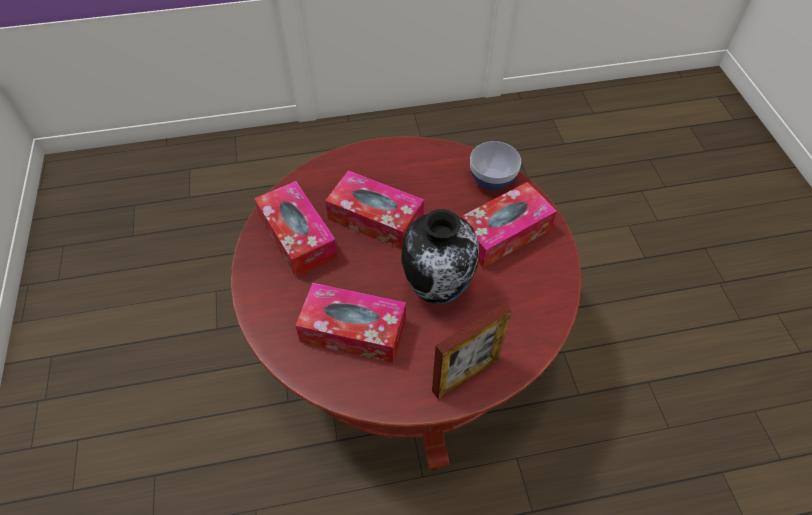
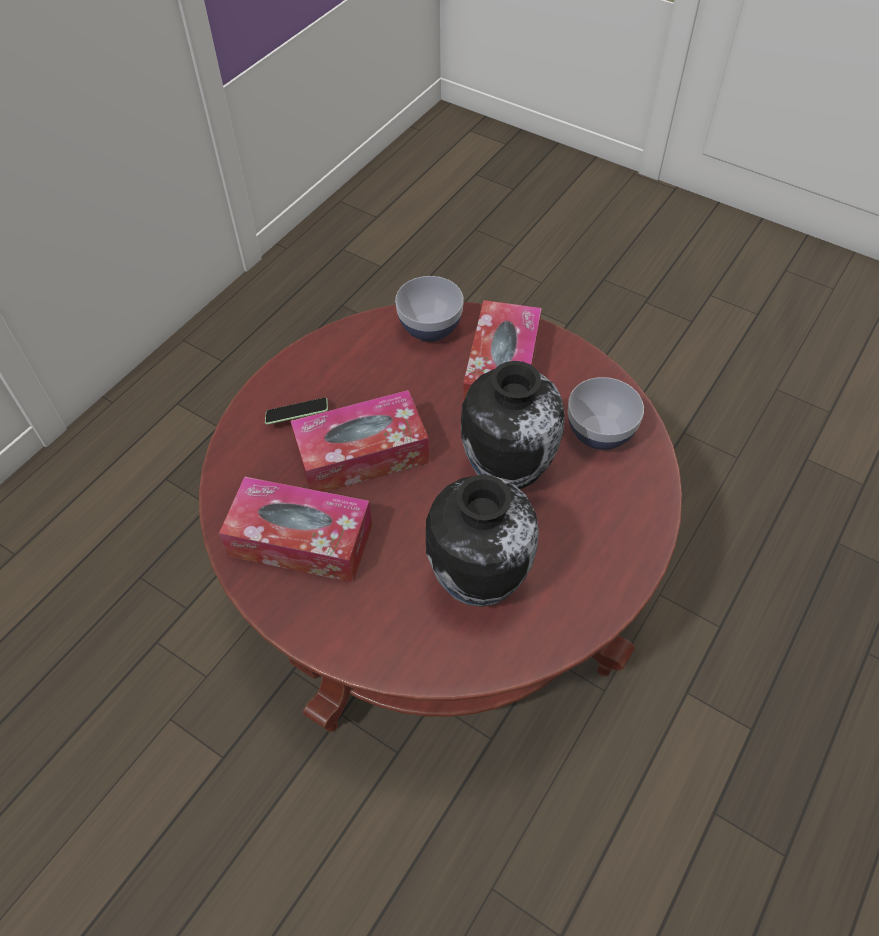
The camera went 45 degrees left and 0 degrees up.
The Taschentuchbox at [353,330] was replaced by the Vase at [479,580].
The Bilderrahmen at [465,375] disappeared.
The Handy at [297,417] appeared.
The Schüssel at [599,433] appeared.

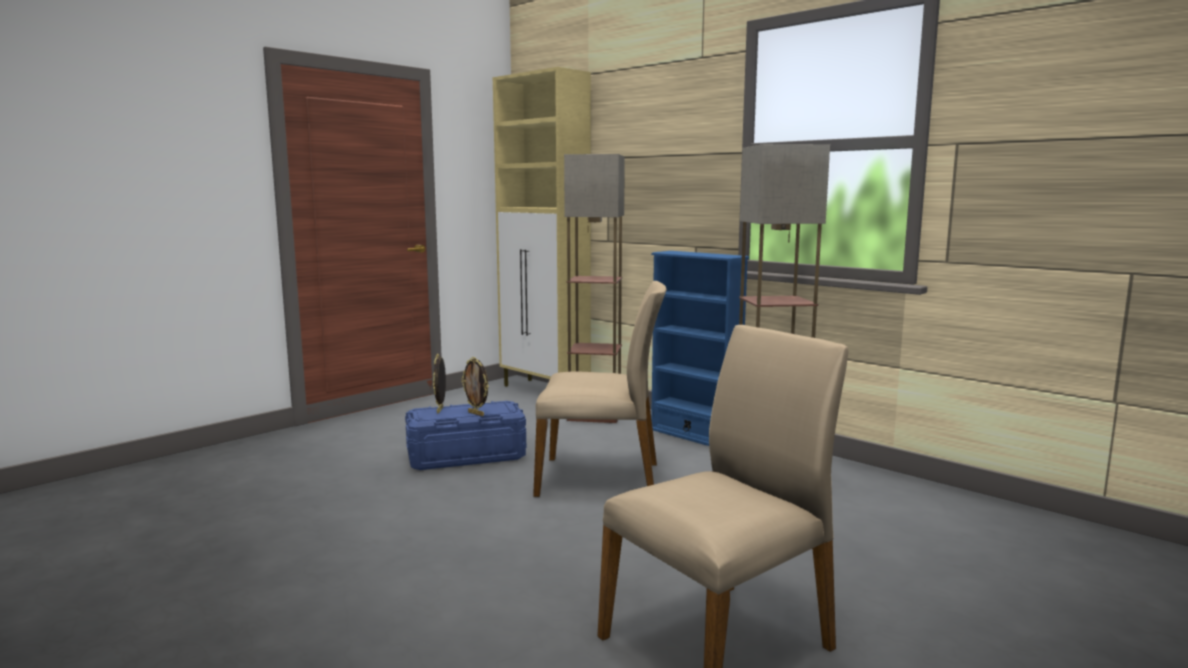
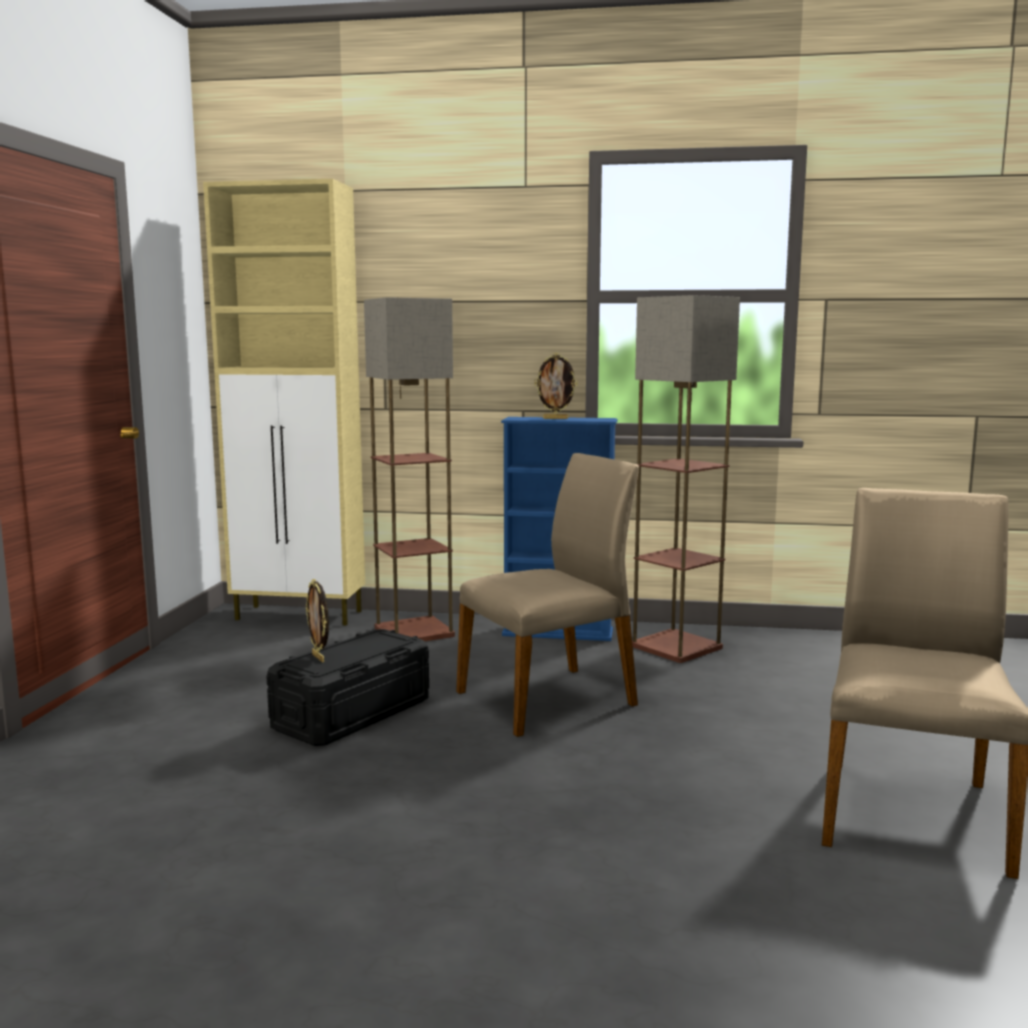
The camera went 35 degrees left and 0 degrees up.
The Aufbewahrungsbox (blau) at [466,456] became the Aufbewahrungsbox (schwarz) at [353,714].
The Bilderrahmen moved from [476,414] to [555,418].

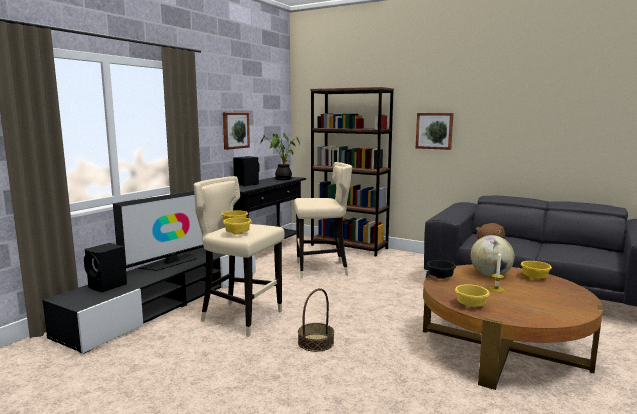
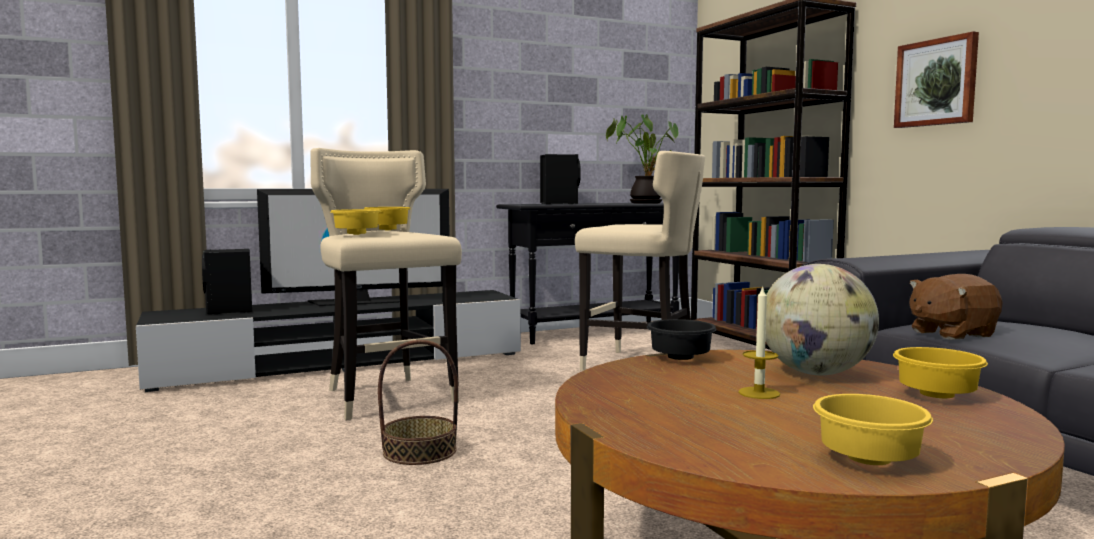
The camera went 35 degrees right and 5 degrees down.
The Bild at [235,130] disappeared.
The Schüssel (gelb) moved from [472,305] to [870,461].

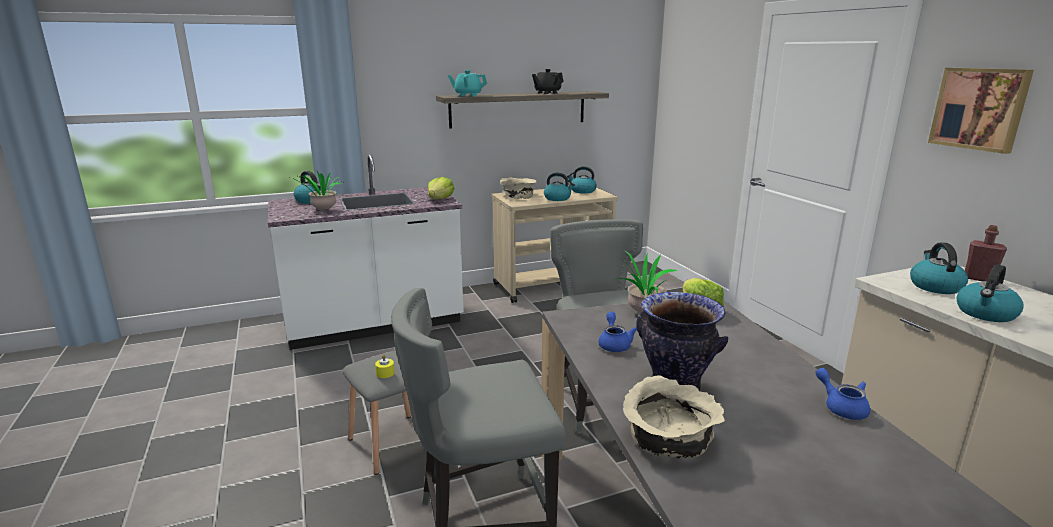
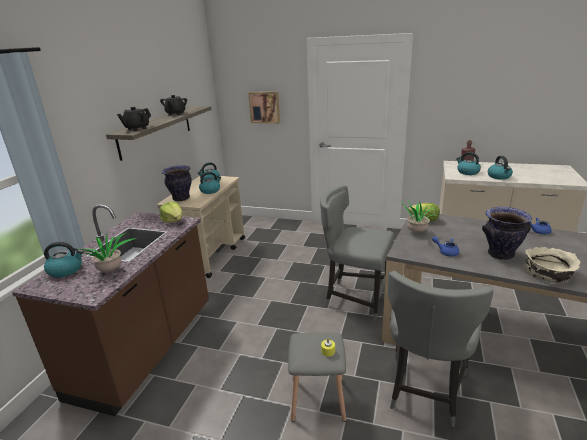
The camera went 50 degrees left and 5 degrees up.
The Küchenzeile (weiß) at [375,325] became the Küchenzeile (braun) at [146,350].
The Teekanne (türkis) at [468,95] became the Teekanne (schwarz) at [137,128].
The Schüssel (beige) at [518,196] was replaced by the Vase at [181,198].
The Bild moved from [980,108] to [265,107].

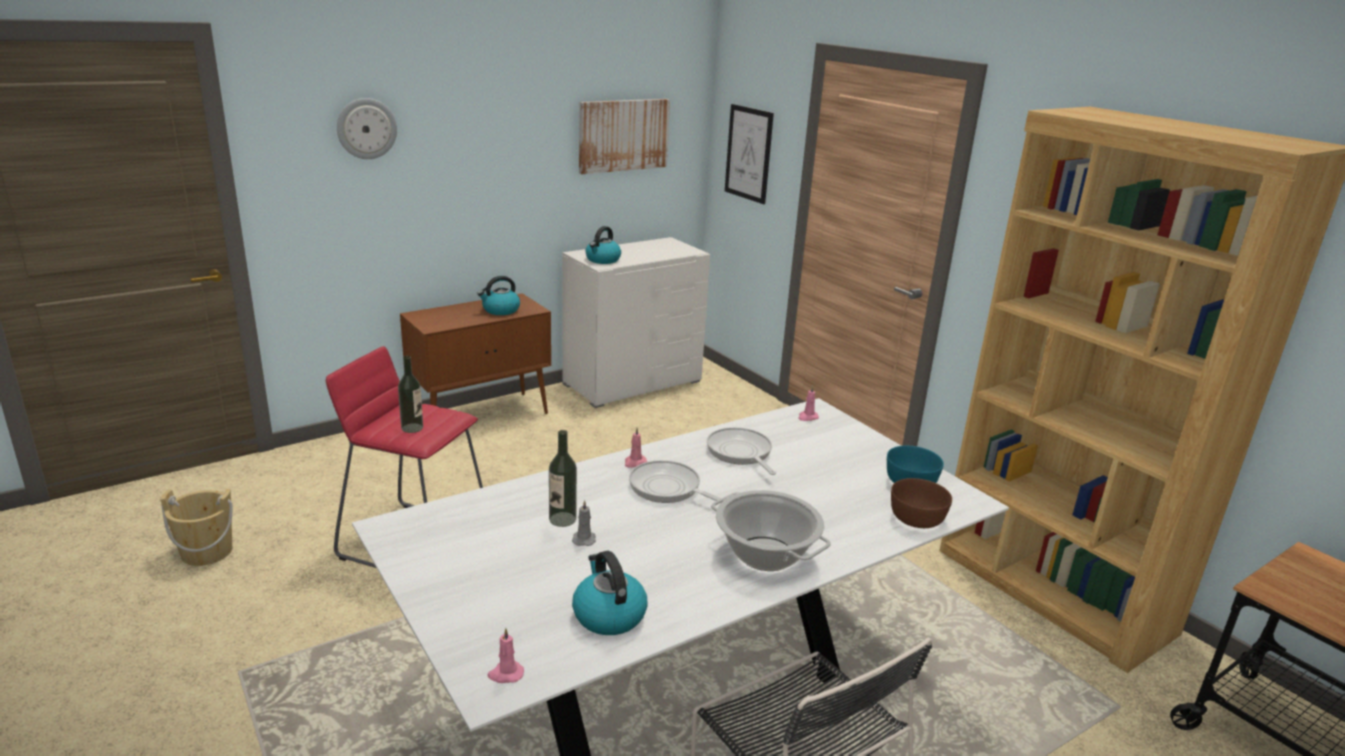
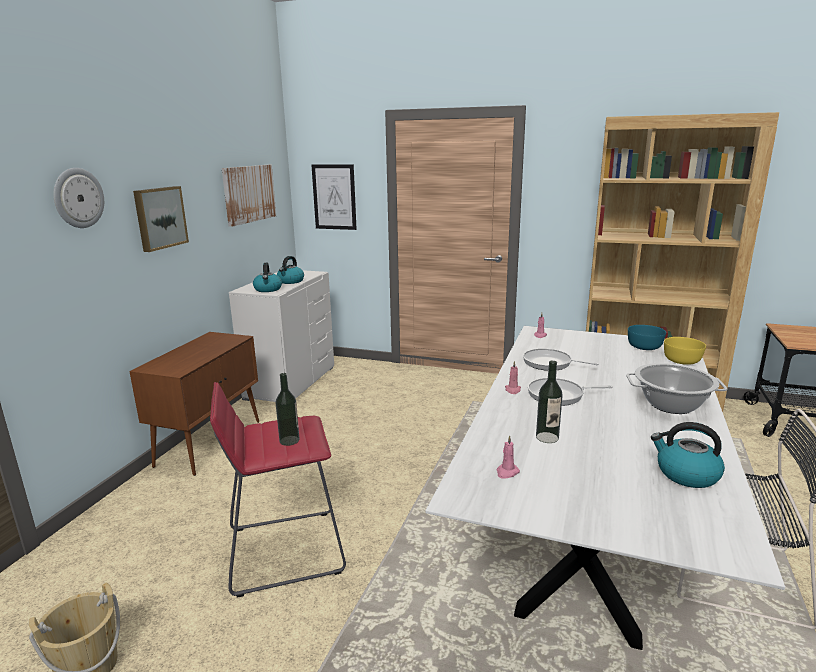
The camera went 35 degrees left and 5 degrees down.
The Wasserkessel moved from [500,310] to [290,281].
The Kerze (rosa) moved from [505,674] to [507,472].
The Kerze (grau) at [584,539] disappeared.
The Schüssel (braun) at [917,519] became the Schüssel (gelb) at [682,360].
The Bild at [159,218] appeared.

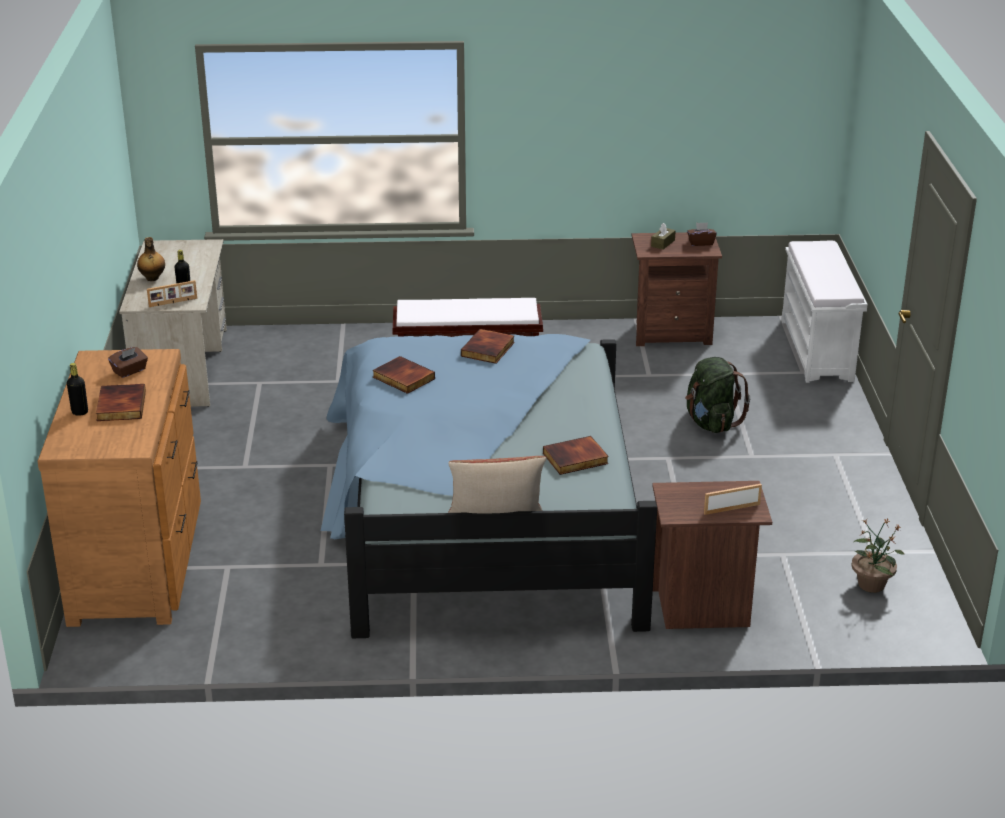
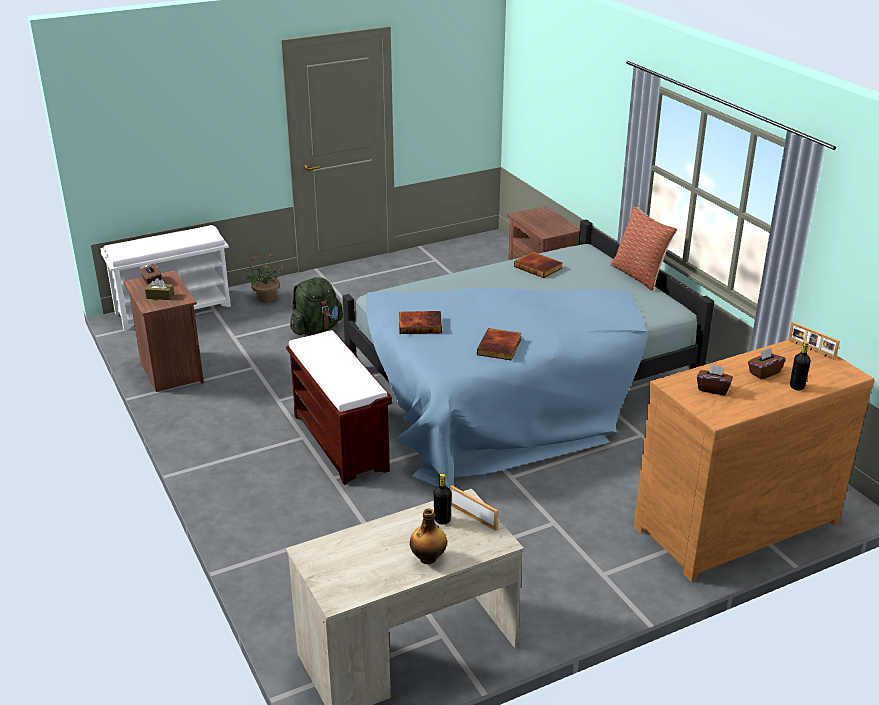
The camera went 115 degrees left and 0 degrees up.
The Buch at [120,406] was replaced by the Taschentuchbox (braun) at [764,372].
The Bilderrahmen moved from [731,508] to [811,350].
The Topfpflanze moved from [871,584] to [266,298].

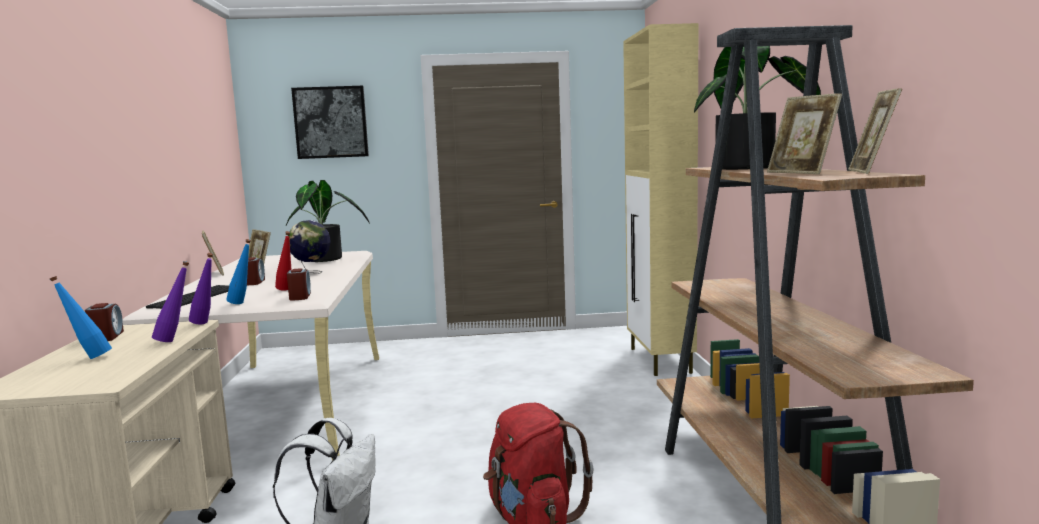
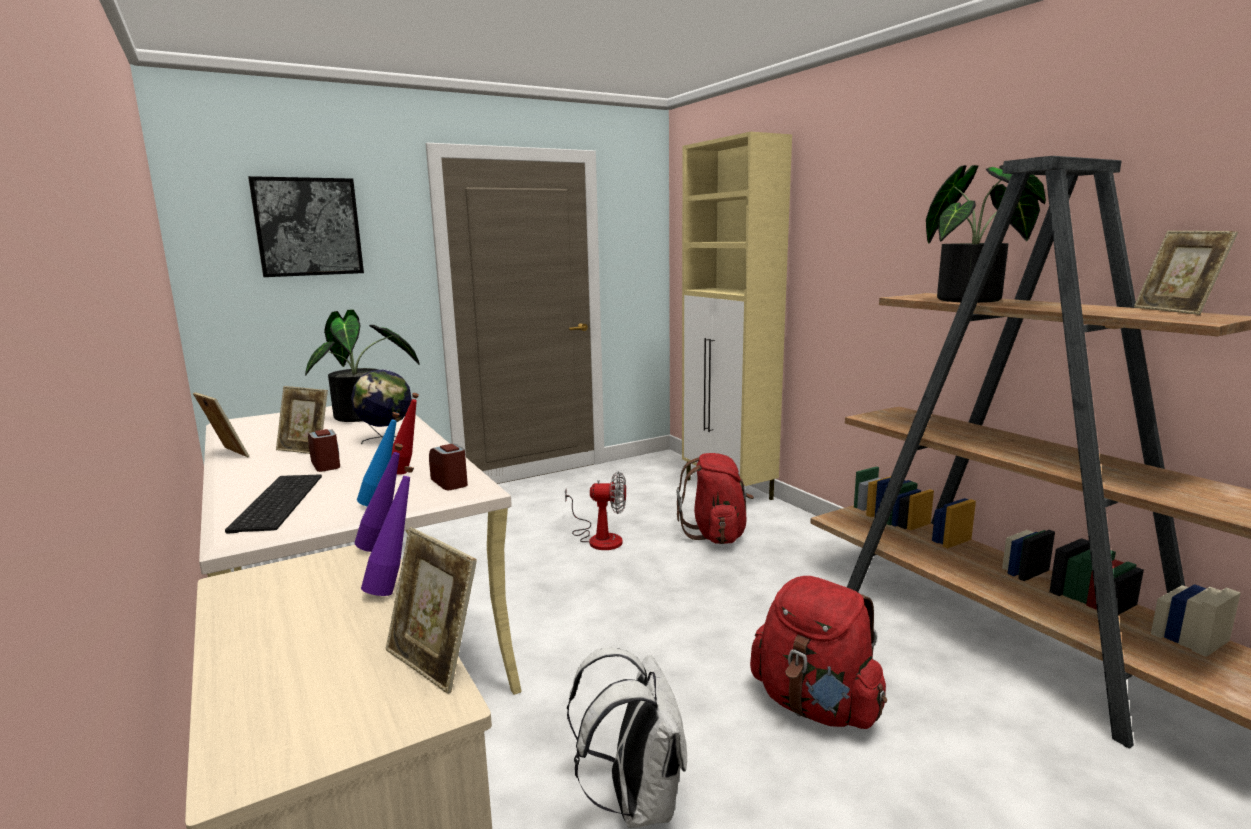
The camera went 25 degrees left and 5 degrees up.
The Flasche (blau) at [87,358] disappeared.
The Wecker at [106,337] disappeared.
The Bilderrahmen moved from [801,173] to [434,662].
The Ventilator at [599,538] appeared.
The Rucksack (rot) at [716,534] appeared.

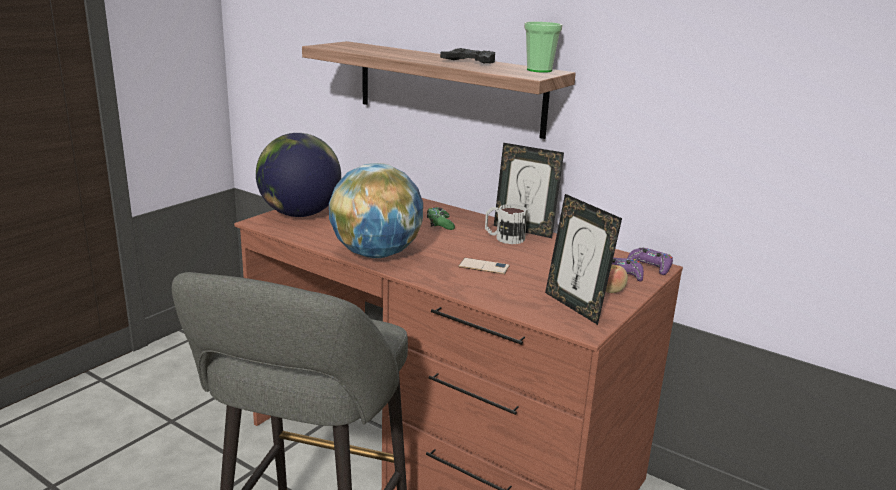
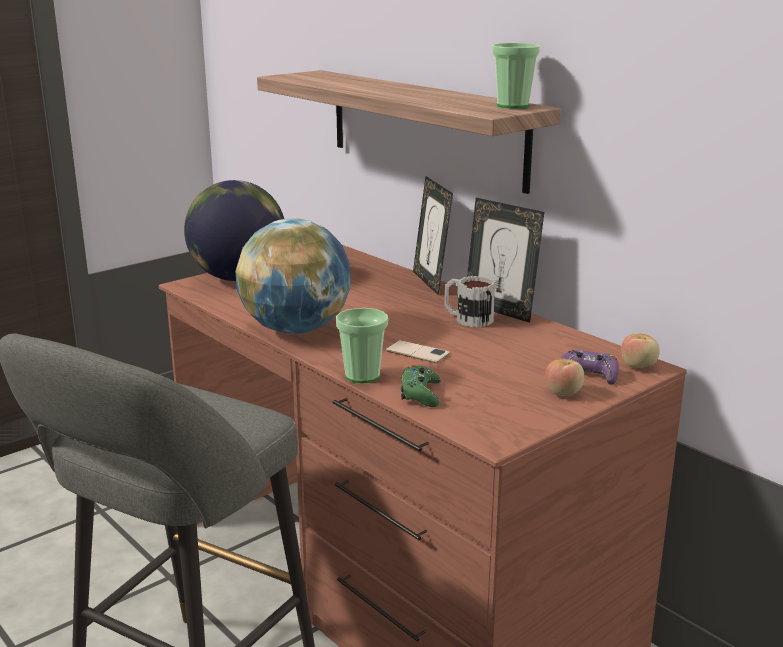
The camera went 15 degrees right and 0 degrees up.
The Gamepad (grün) moved from [440,223] to [420,394].
The Gamepad (schwarz) at [469,62] disappeared.
The Bilderrahmen moved from [575,306] to [431,282].
The Gamepad (lila) at [649,266] was replaced by the Apfel at [639,366].
The Tasse at [362,375] appeared.

